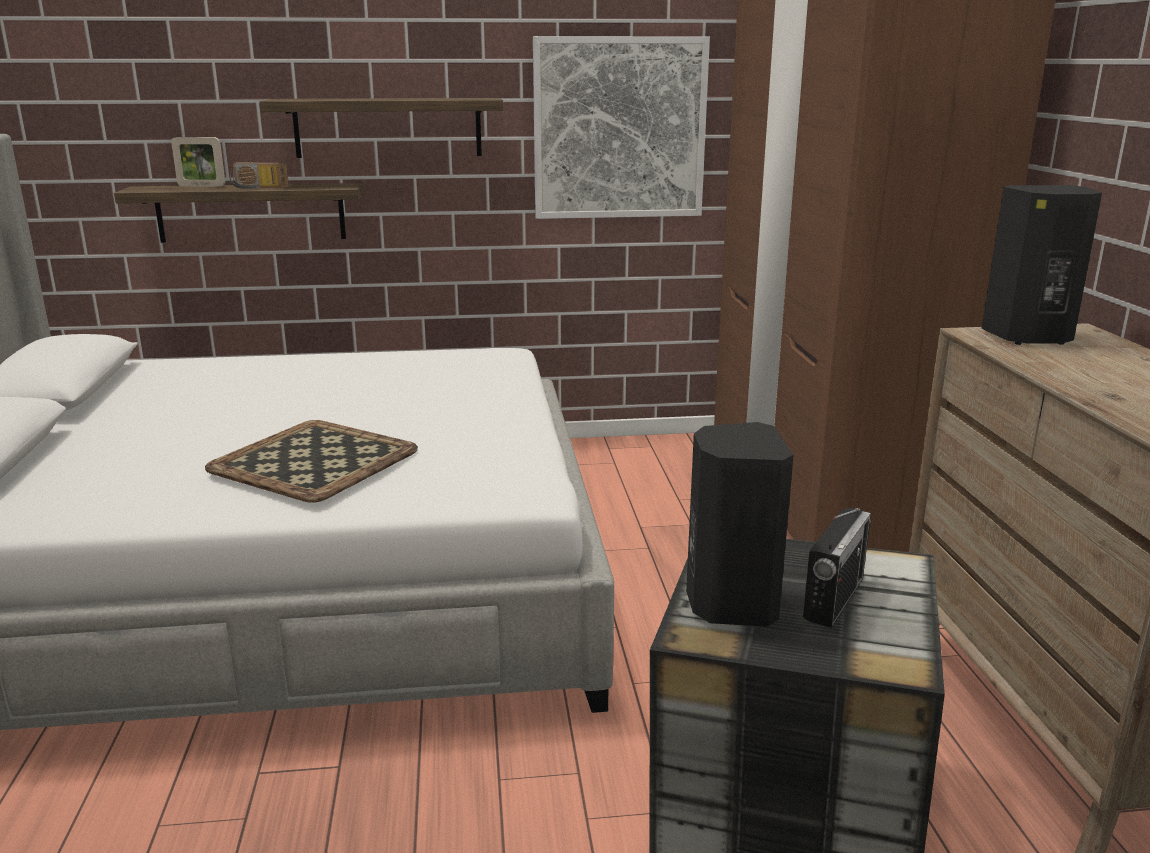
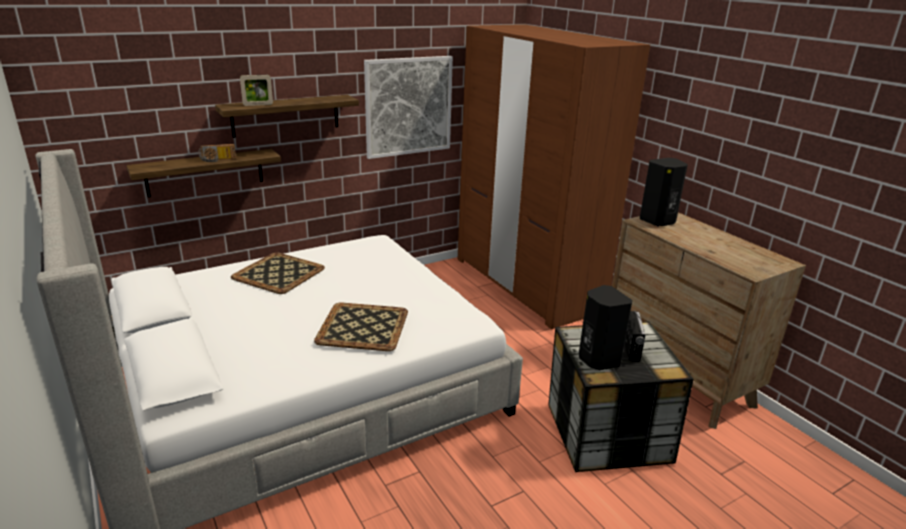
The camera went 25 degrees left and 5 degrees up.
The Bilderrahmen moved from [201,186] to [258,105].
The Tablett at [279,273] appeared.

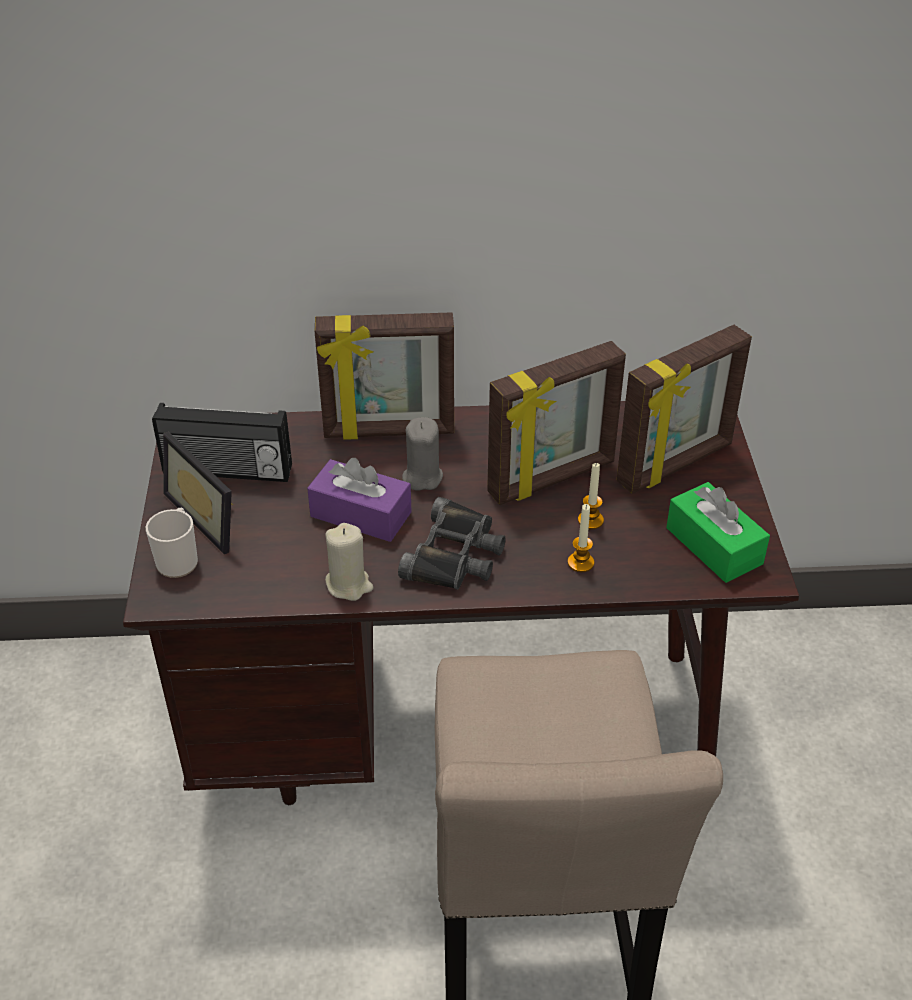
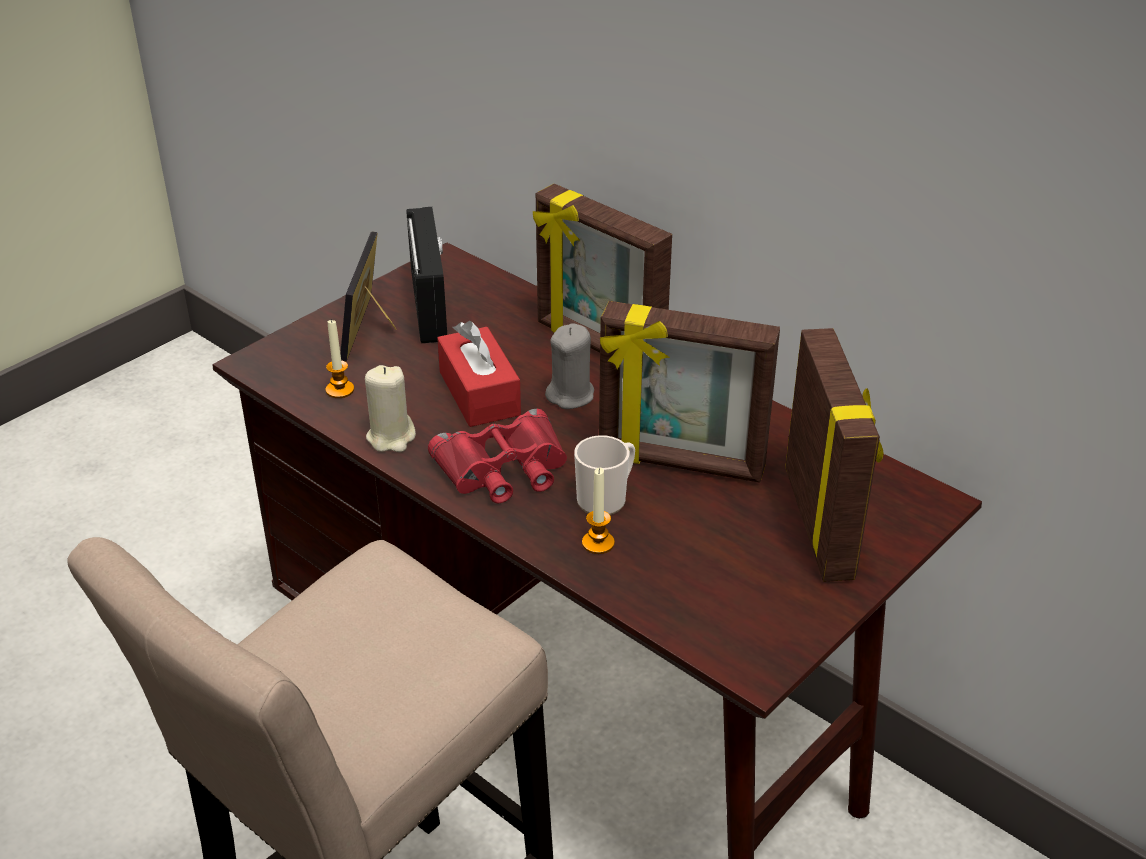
The camera went 45 degrees right and 5 degrees down.
The Henkelbecher moved from [179,559] to [606,498].
The Radio at [227,471] turned 150 degrees counterclockwise.
The Taschentuchbox (lila) at [361,514] became the Taschentuchbox (rot) at [479,393].
The Fernglas (schwarz) at [455,555] became the Fernglas (rot) at [504,469].
The Kerze moved from [590,520] to [340,390].
The Bilderrahmen at [676,465] turned 105 degrees counterclockwise.
The Taschentuchbox (grün) at [714,546] disappeared.

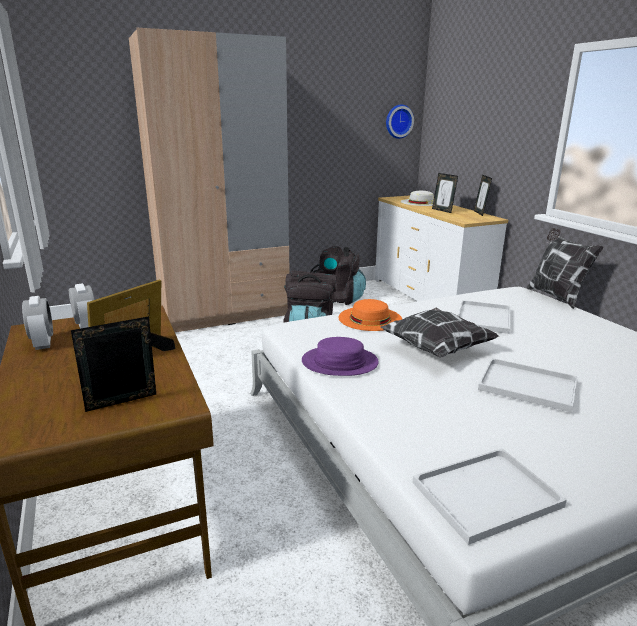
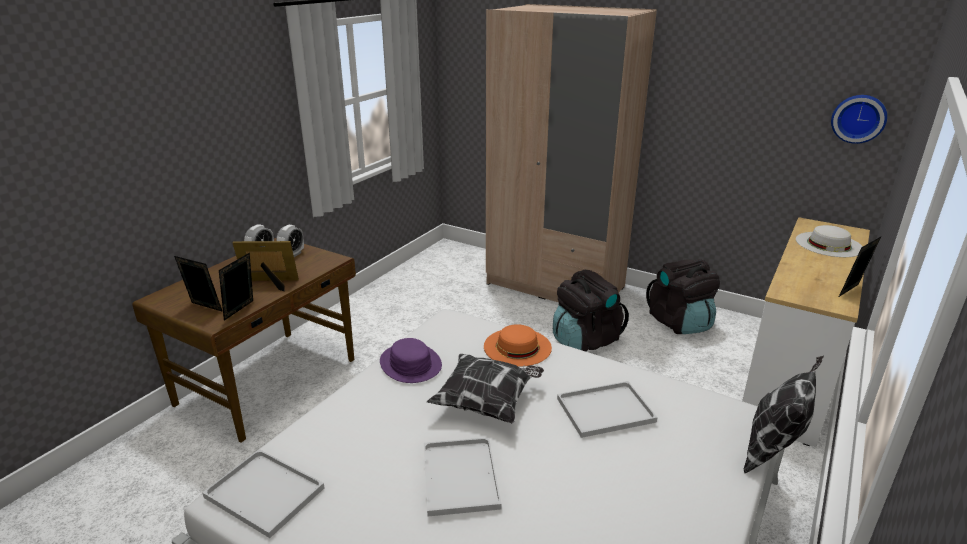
The camera went 55 degrees right and 5 degrees up.
The Bilderrahmen moved from [443,210] to [241,311].

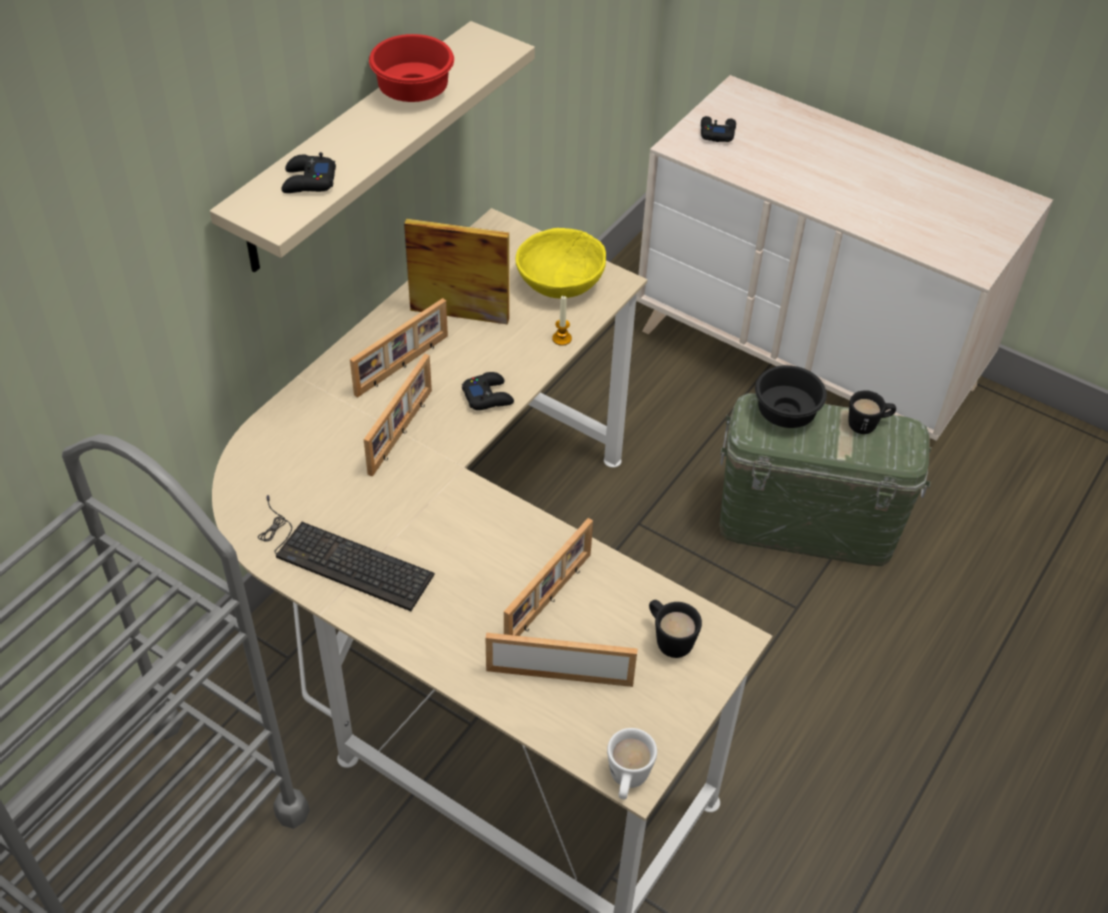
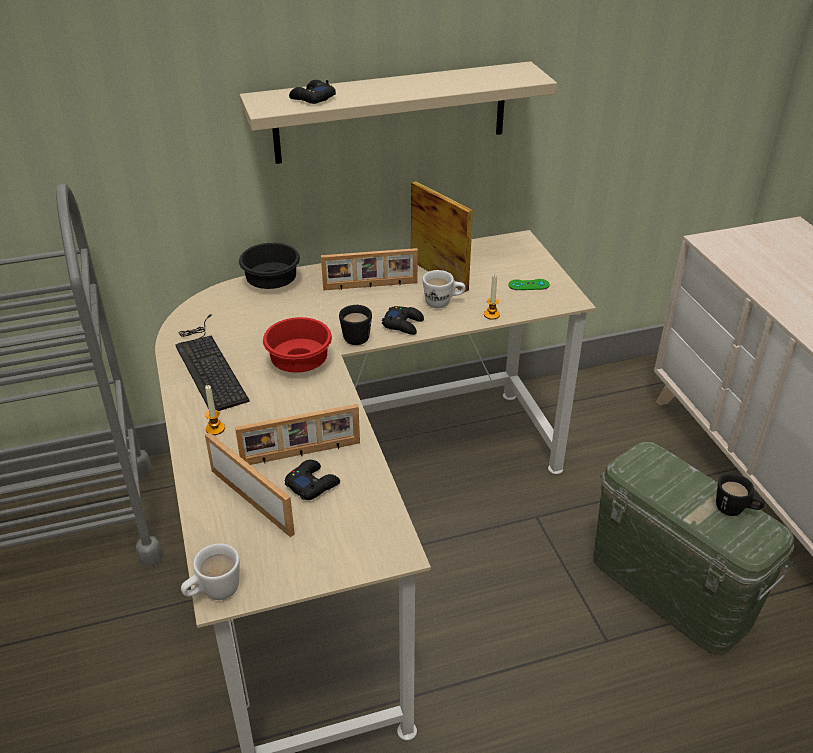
The camera went 40 degrees right and 10 degrees down.
The Bilderrahmen at [402,432] disappeared.
The Schüssel (rot) moved from [415,91] to [302,362].
The Schüssel (gelb) at [560,282] was replaced by the Gamepad (grün) at [528,285].
The Henkelbecher (schwarz) moved from [669,639] to [357,335].
The Gamepad (schwarz) moved from [716,133] to [312,484].
The Schüssel (schwarz) moved from [784,412] to [272,281].
The Kerze at [215,429] appeared.
The Henkelbecher (weiß) at [443,303] appeared.

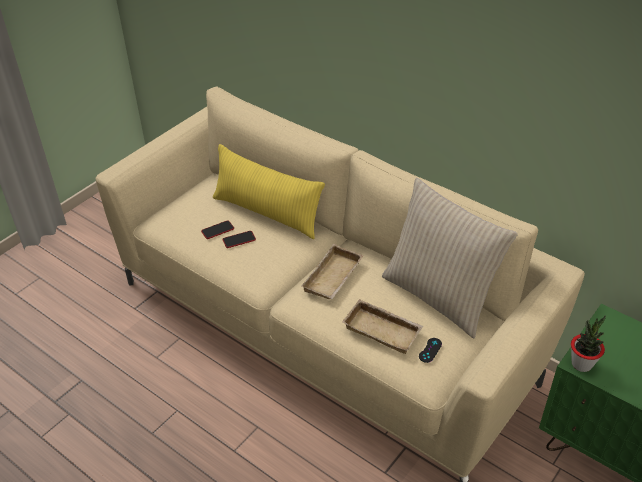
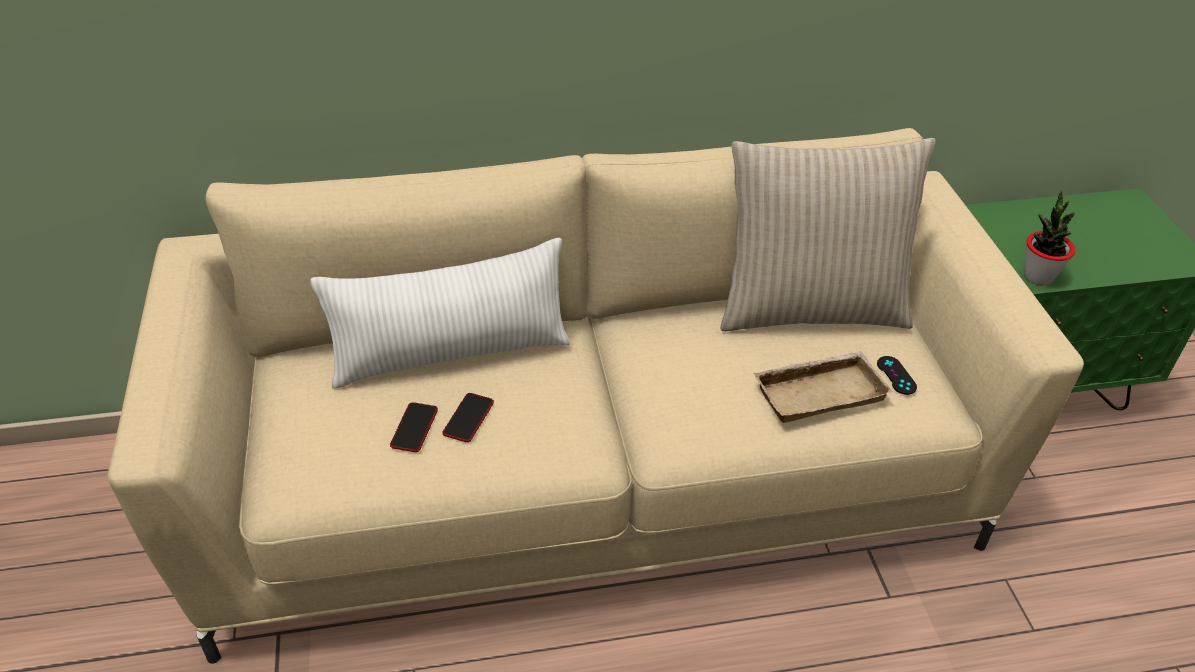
The camera went 50 degrees left and 0 degrees up.
The Kissen (gelb) at [267,213] became the Kissen (weiß) at [451,354].
The Tablett (beige) at [334,278] disappeared.

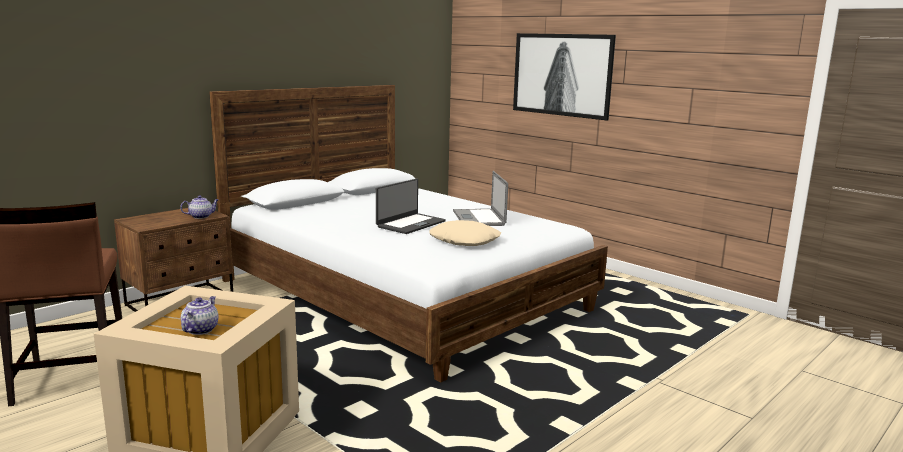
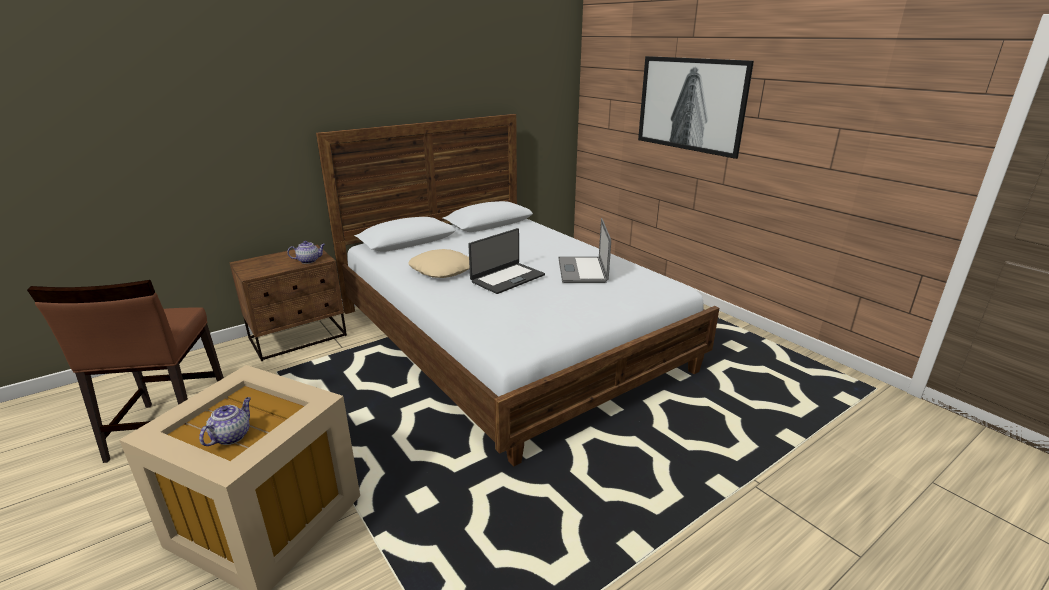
The camera went 10 degrees right and 10 degrees up.
The Kissen (beige) moved from [465,241] to [442,270].

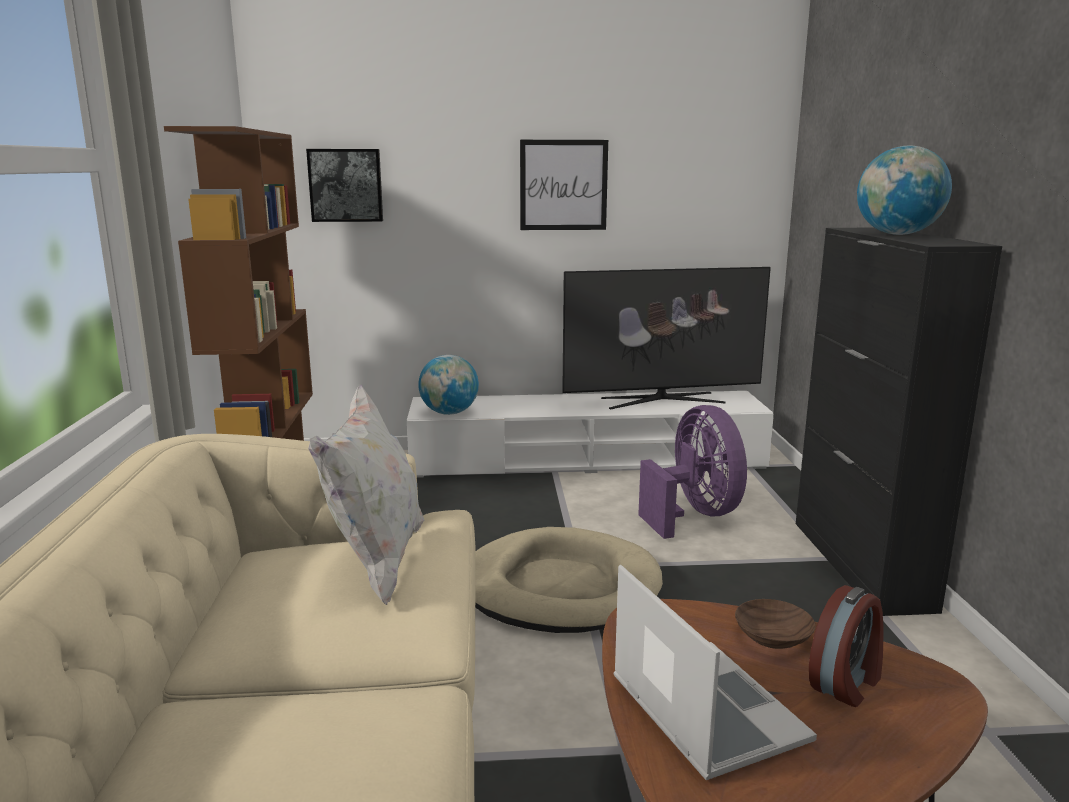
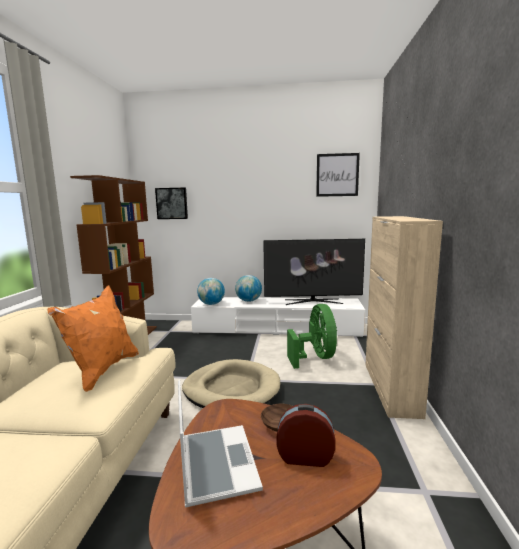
The camera went 10 degrees right and 5 degrees down.
The Kissen (weiß) at [376,563] became the Kissen (orange) at [103,370].
The Bild moved from [563,185] to [337,175].
The Ventilator (lila) at [694,515] became the Ventilator (grün) at [315,357].
The Schrank (schwarz) at [860,564] became the Schrank (beige) at [391,388].
The Wecker at [847,682] turned 135 degrees counterclockwise.
The Globus moved from [897,234] to [248,301].

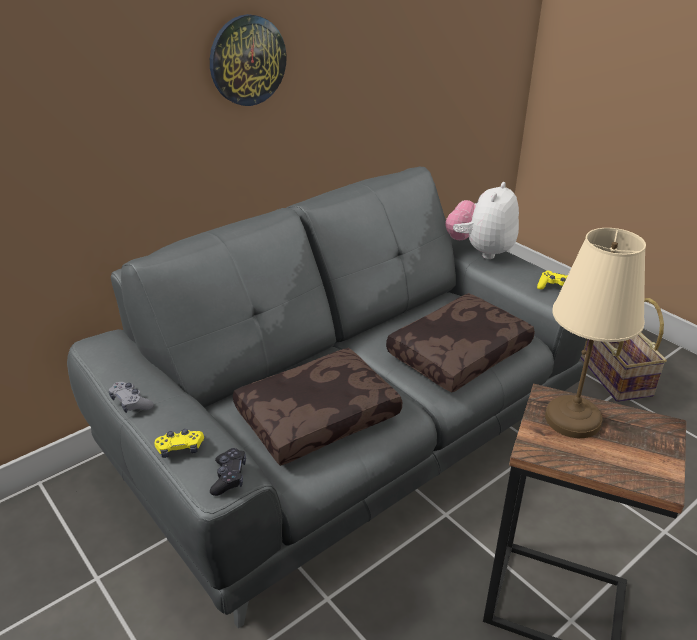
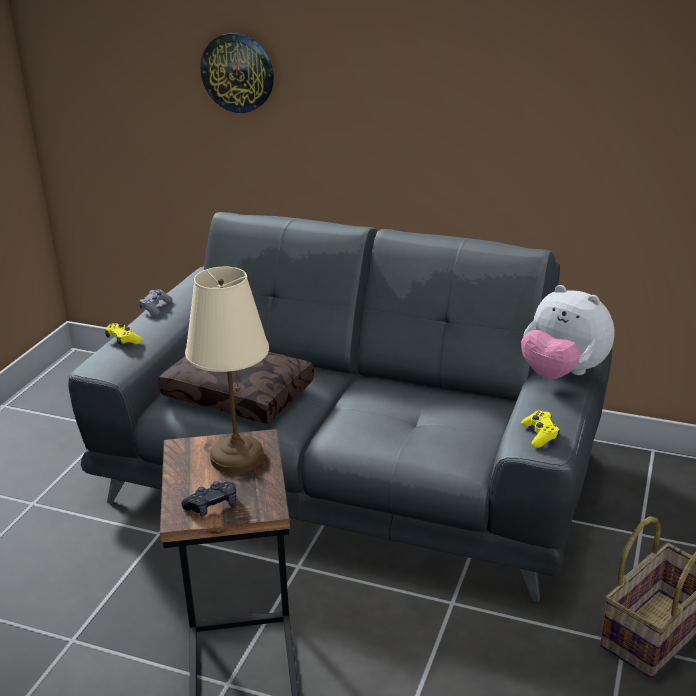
The camera went 60 degrees right and 5 degrees down.
The Wanduhr moved from [247,60] to [238,72].
The Gamepad (schwarz) moved from [229,477] to [212,505].
The Kissen (braun) at [458,352] disappeared.
The Plüschtier at [481,251] turned 135 degrees counterclockwise.

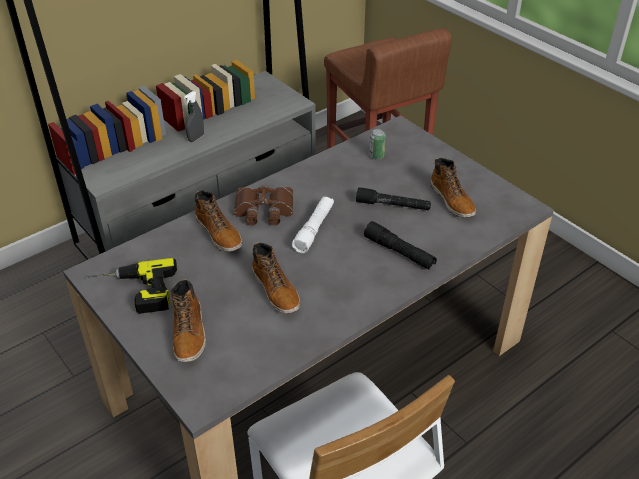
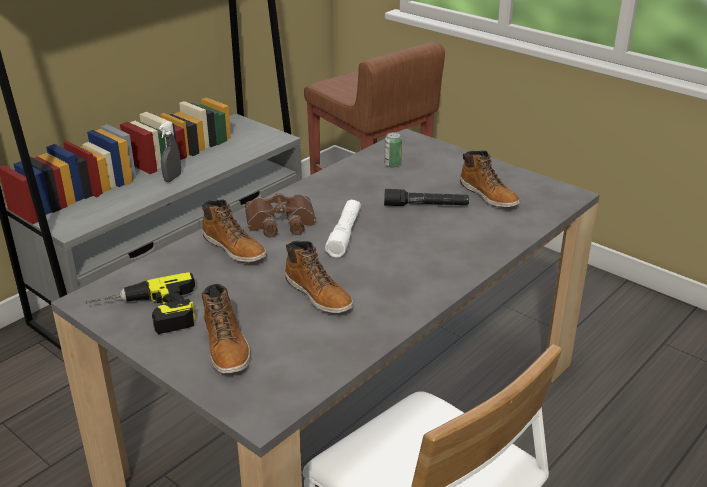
The camera went 10 degrees left and 10 degrees down.
The Taschenlampe (schwarz) at [399,252] disappeared.

